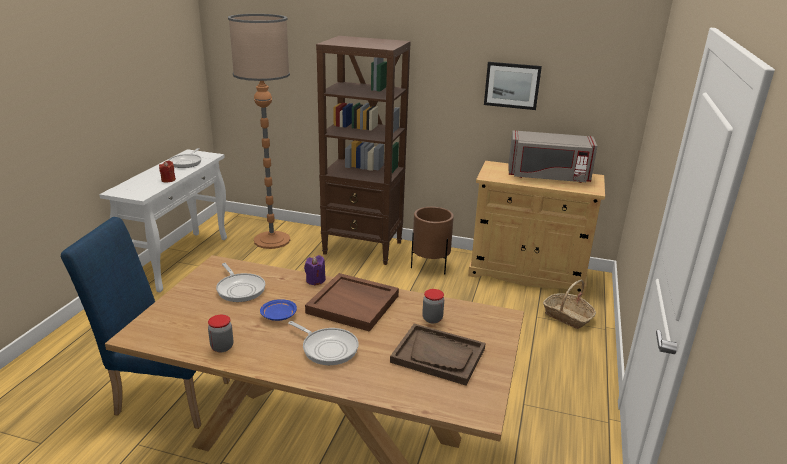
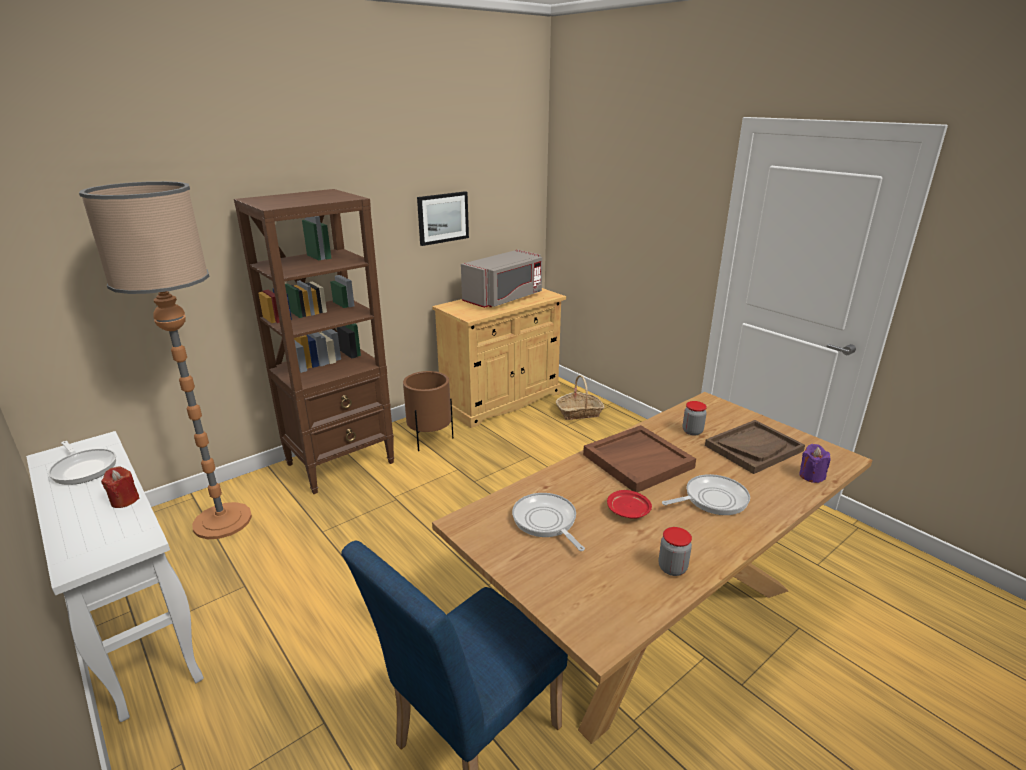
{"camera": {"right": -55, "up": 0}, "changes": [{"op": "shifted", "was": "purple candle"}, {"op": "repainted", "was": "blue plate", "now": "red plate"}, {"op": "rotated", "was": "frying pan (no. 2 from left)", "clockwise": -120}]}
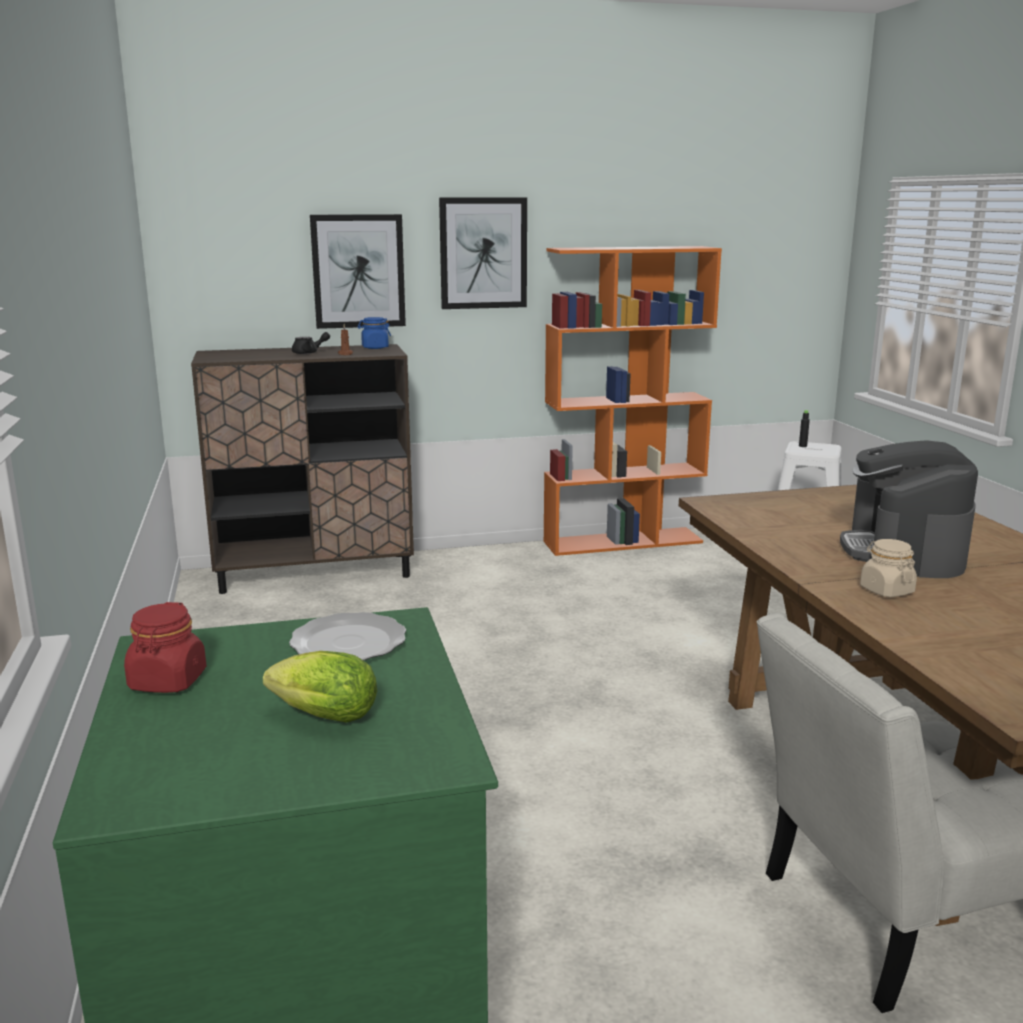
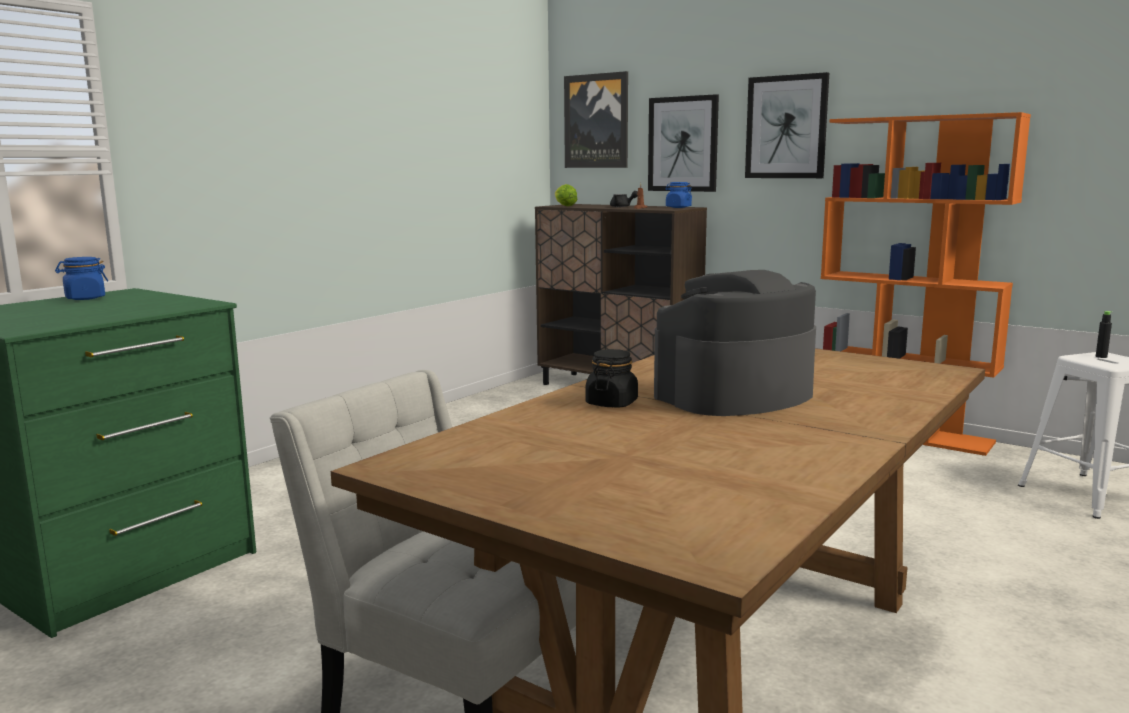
{"camera": {"right": 50, "up": -5}, "changes": [{"op": "gone", "was": "plate"}, {"op": "new", "now": "picture (no. 1 from left)"}, {"op": "shifted", "was": "lettuce"}, {"op": "repainted", "was": "red jar", "now": "blue jar (no. 1 from left)"}, {"op": "repainted", "was": "beige jar", "now": "black jar"}]}
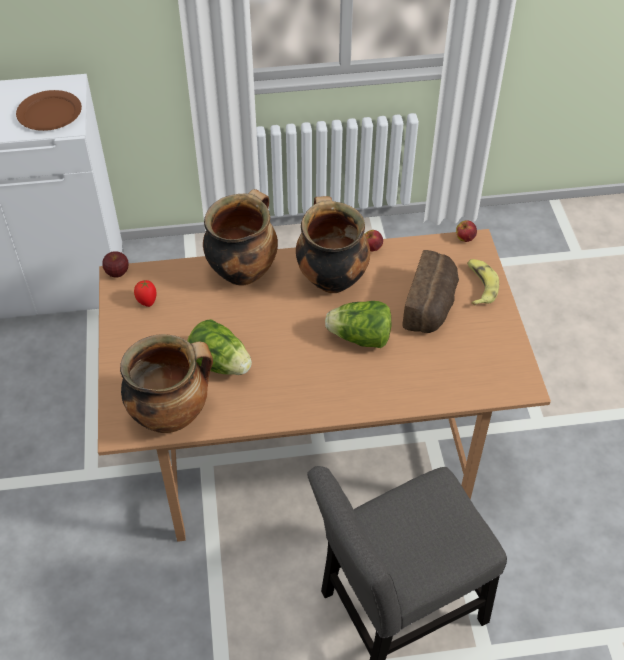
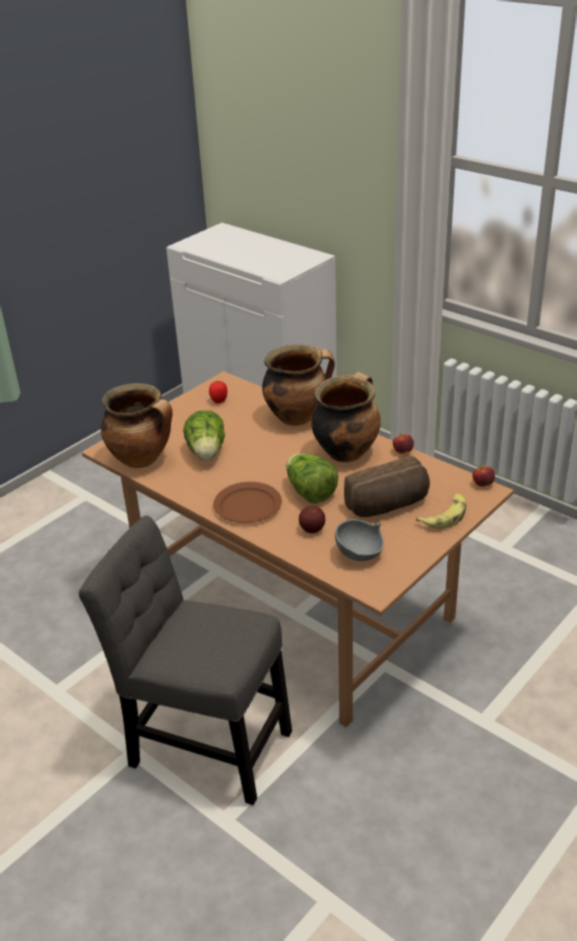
{"camera": {"right": 50, "up": -15}, "changes": [{"op": "new", "now": "grey bowl"}, {"op": "shifted", "was": "brown plate"}, {"op": "shifted", "was": "apple (no. 1 from left)"}]}
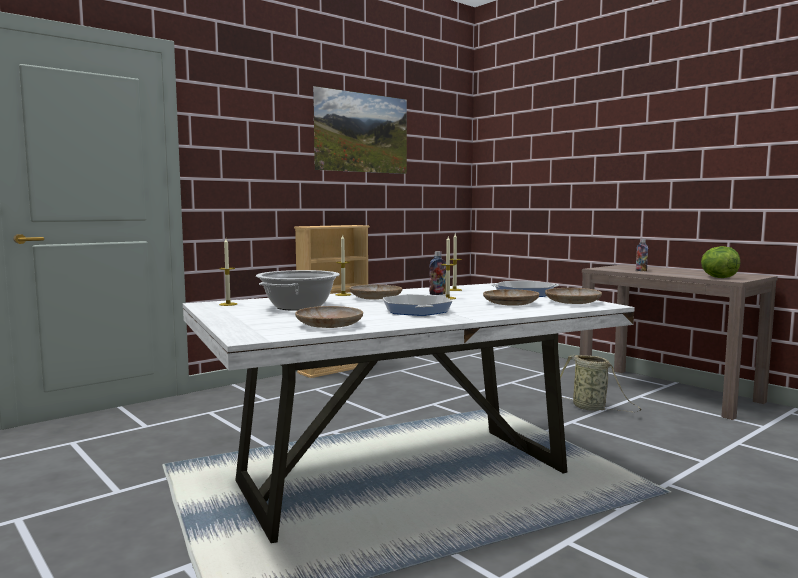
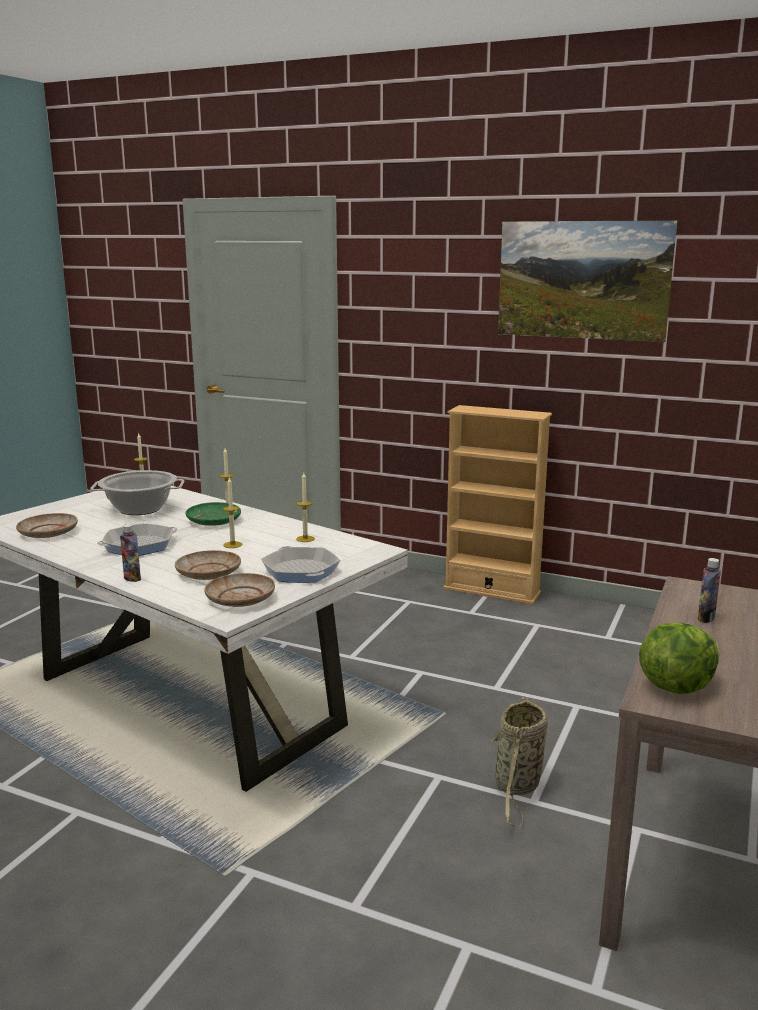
{"camera": {"right": 65, "up": 10}, "changes": [{"op": "shifted", "was": "bottle (no. 1 from left)"}, {"op": "repainted", "was": "beige plate (no. 2 from left)", "now": "green plate"}]}
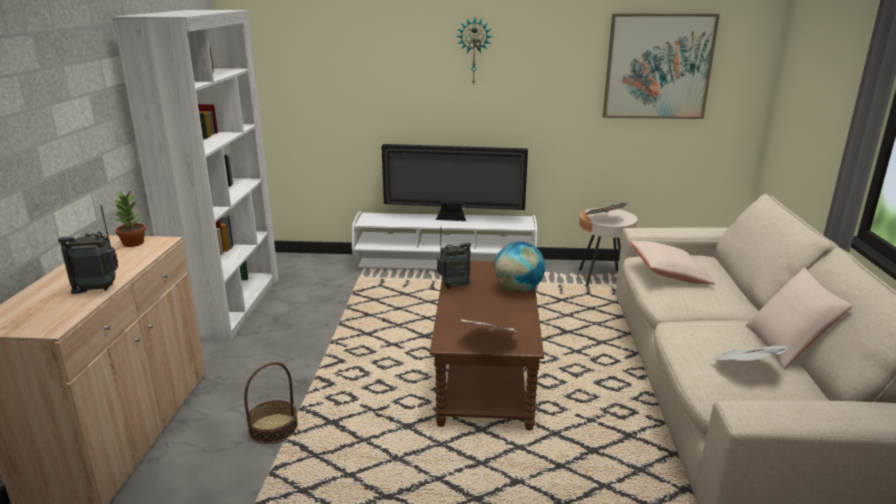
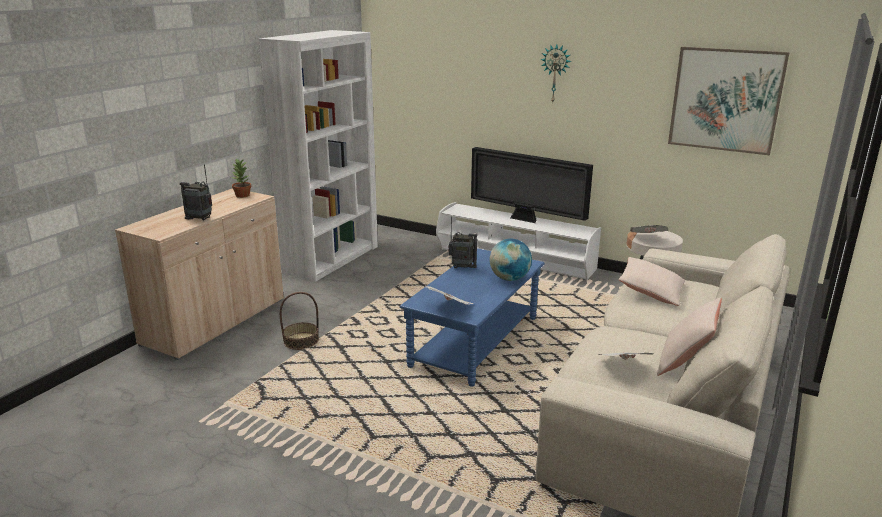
{"camera": {"right": 25, "up": 0}, "changes": [{"op": "repainted", "was": "brown coffee table", "now": "blue coffee table"}]}
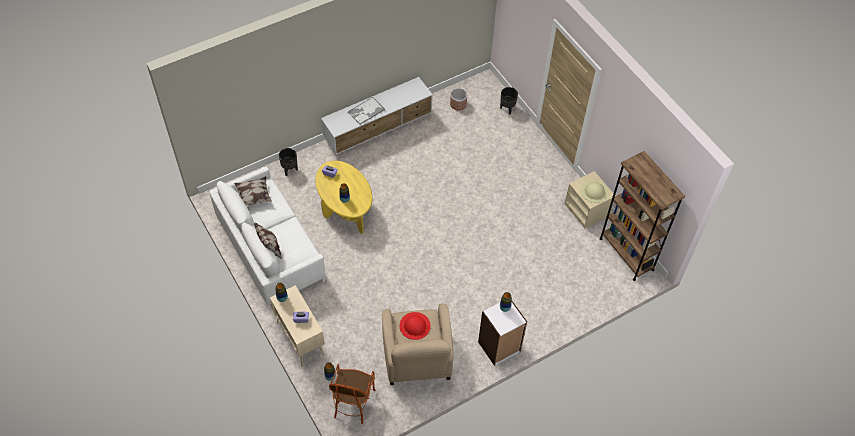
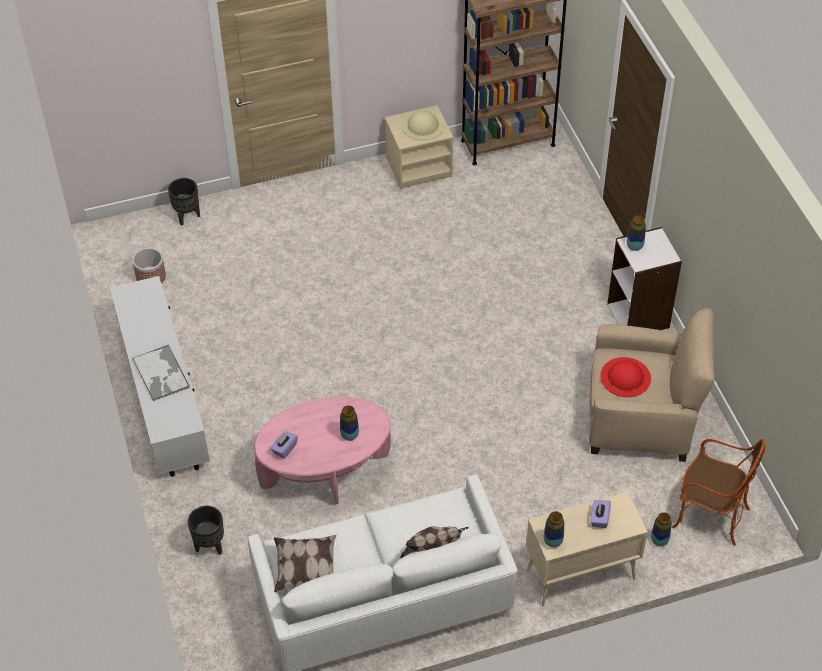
{"camera": {"right": -75, "up": -5}, "changes": [{"op": "repainted", "was": "yellow coffee table", "now": "pink coffee table"}]}
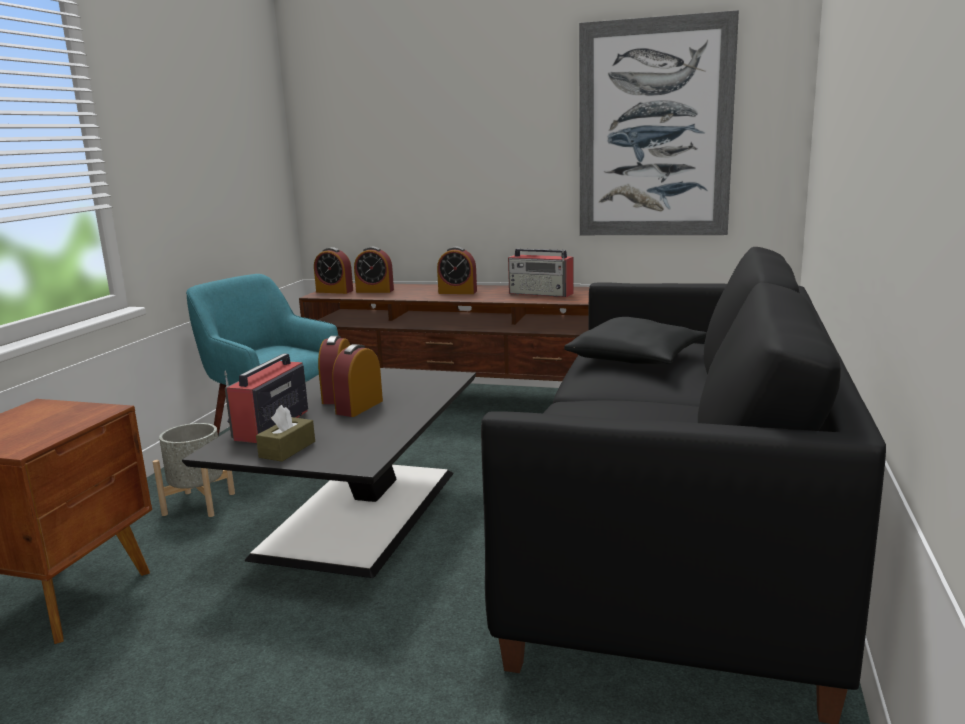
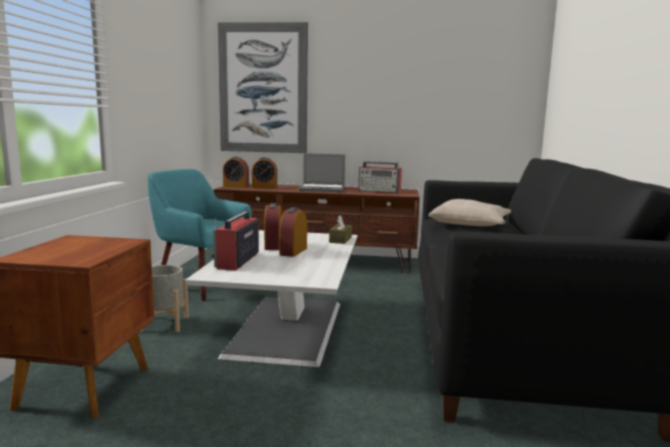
{"camera": {"right": -10, "up": -5}, "changes": [{"op": "shifted", "was": "brown tissue box"}, {"op": "shifted", "was": "picture"}, {"op": "swapped", "was": "alarm clock (no. 5 from left)", "now": "laptop"}, {"op": "repainted", "was": "black coffee table", "now": "white coffee table"}, {"op": "repainted", "was": "black pillow", "now": "beige pillow"}]}
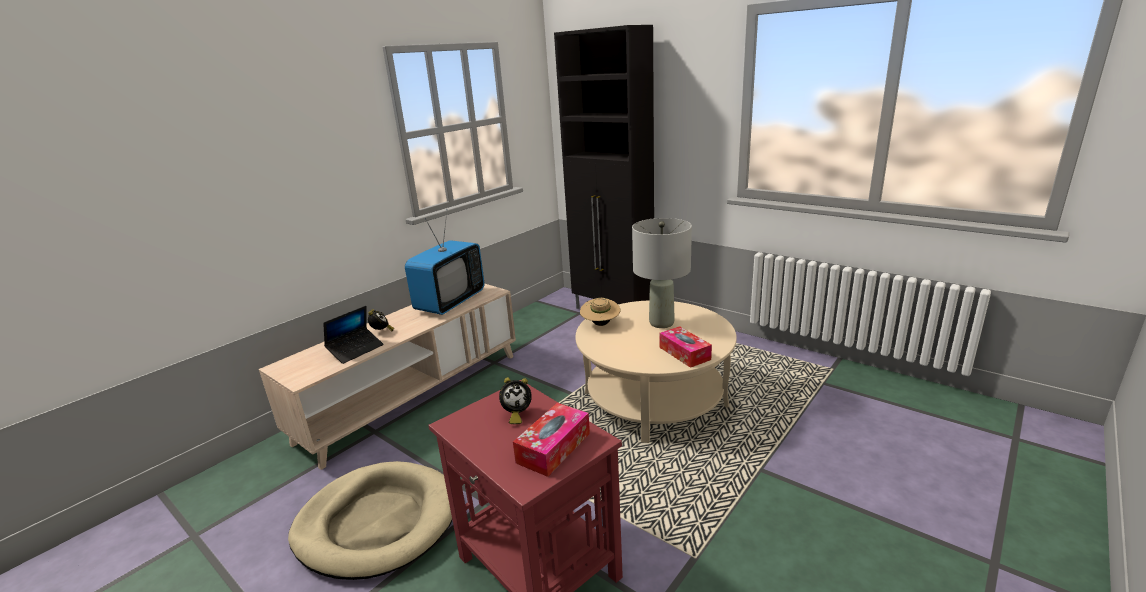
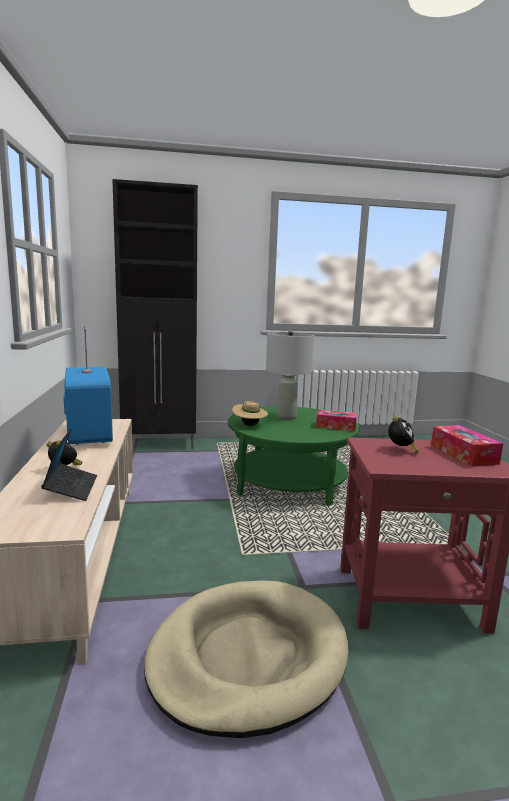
{"camera": {"right": -50, "up": -10}, "changes": [{"op": "repainted", "was": "beige coffee table", "now": "green coffee table"}]}
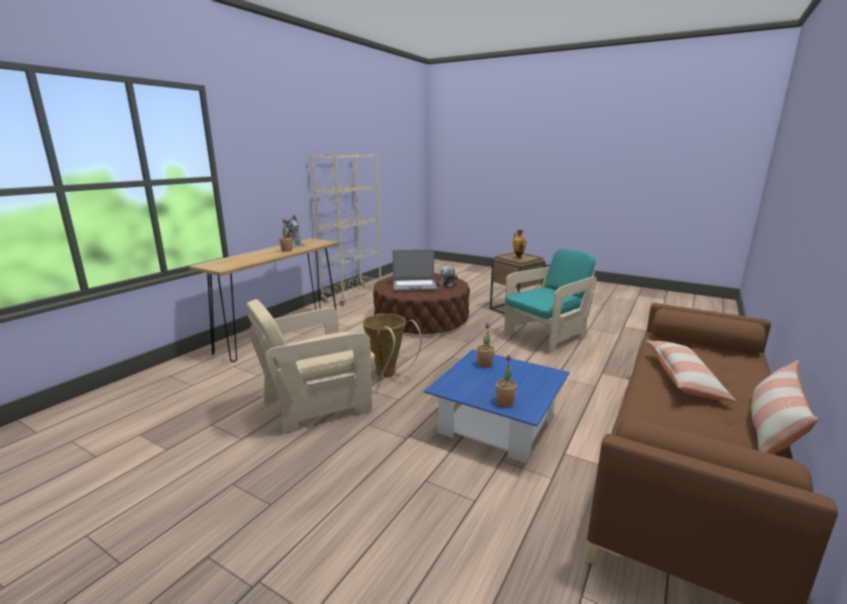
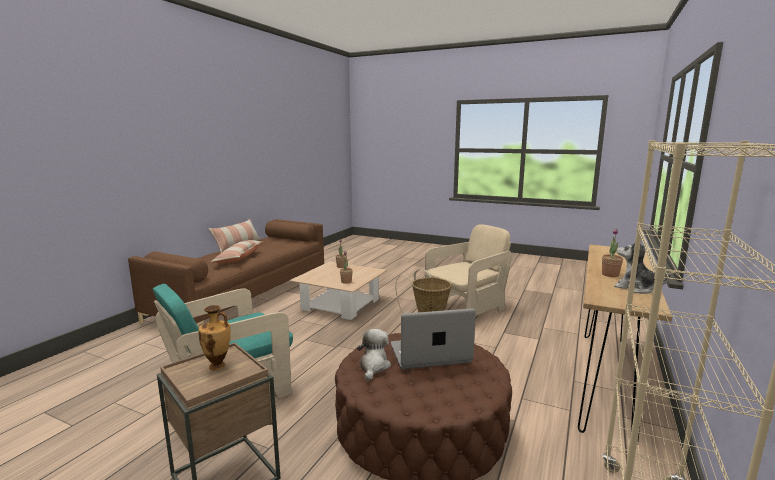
{"camera": {"right": 175, "up": -5}, "changes": [{"op": "repainted", "was": "blue coffee table", "now": "beige coffee table"}]}
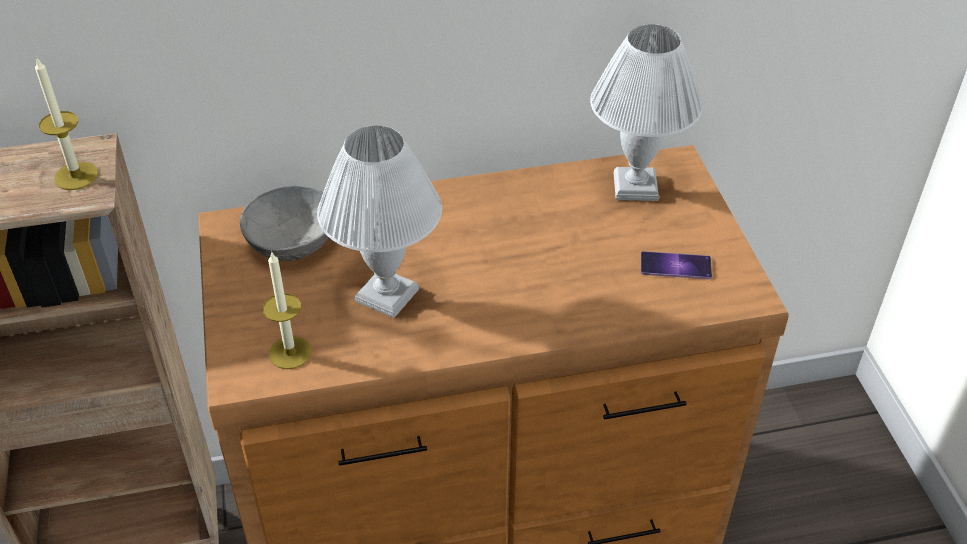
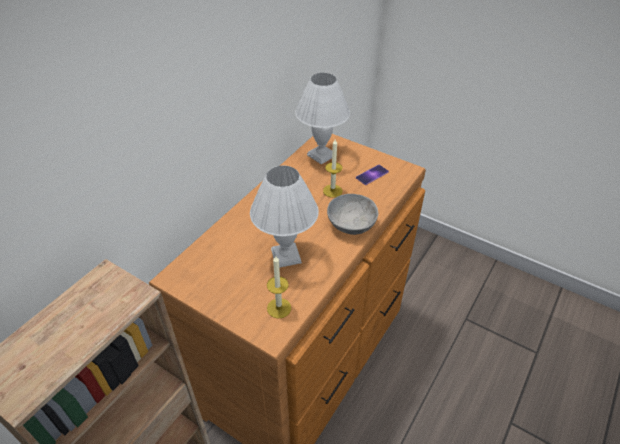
{"camera": {"right": -45, "up": 0}, "changes": [{"op": "shifted", "was": "candle (no. 1 from left in the first image)", "now": "candle (no. 2 from left)"}, {"op": "shifted", "was": "grey bowl"}]}
